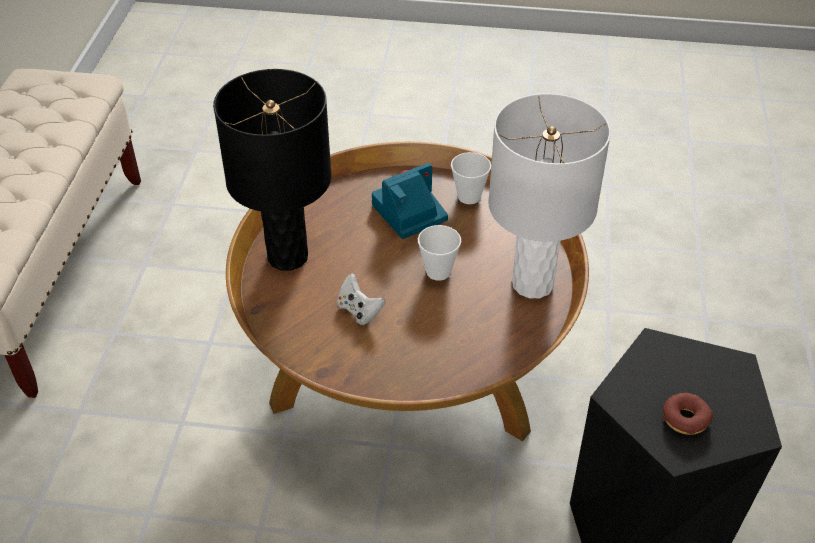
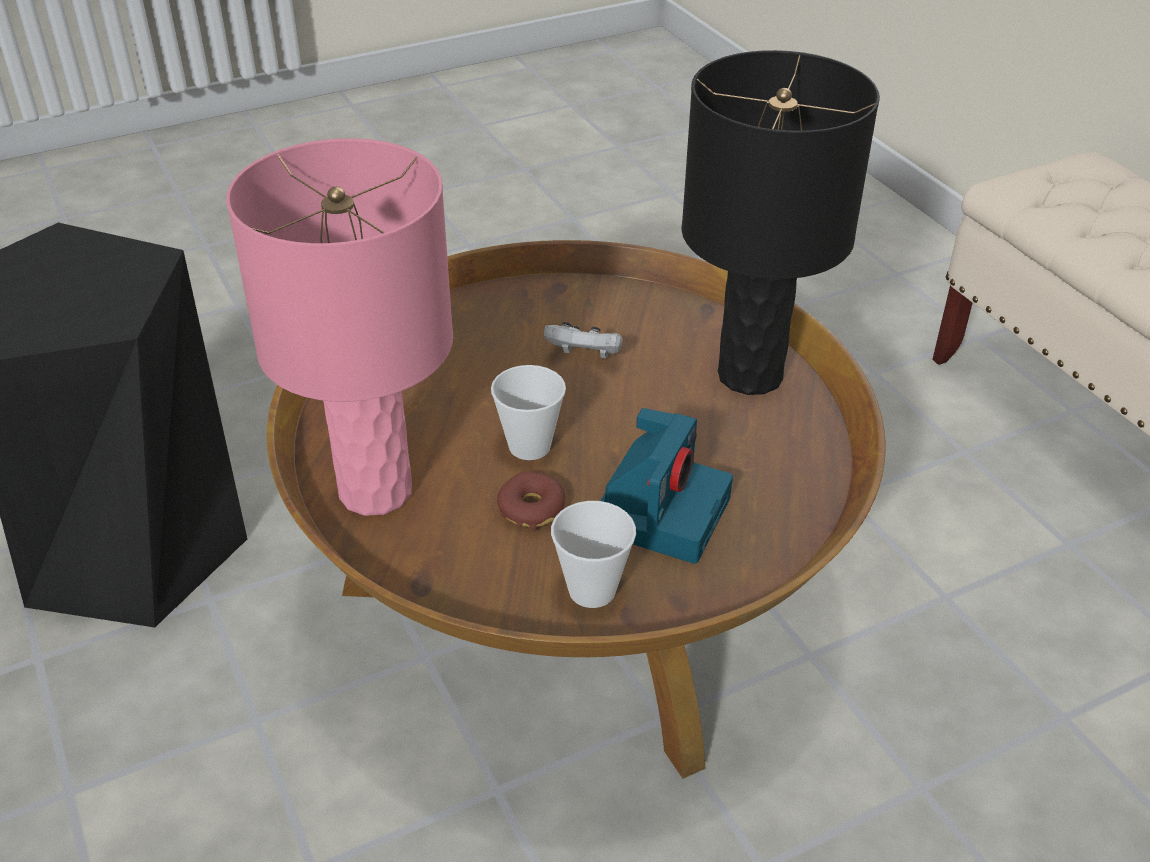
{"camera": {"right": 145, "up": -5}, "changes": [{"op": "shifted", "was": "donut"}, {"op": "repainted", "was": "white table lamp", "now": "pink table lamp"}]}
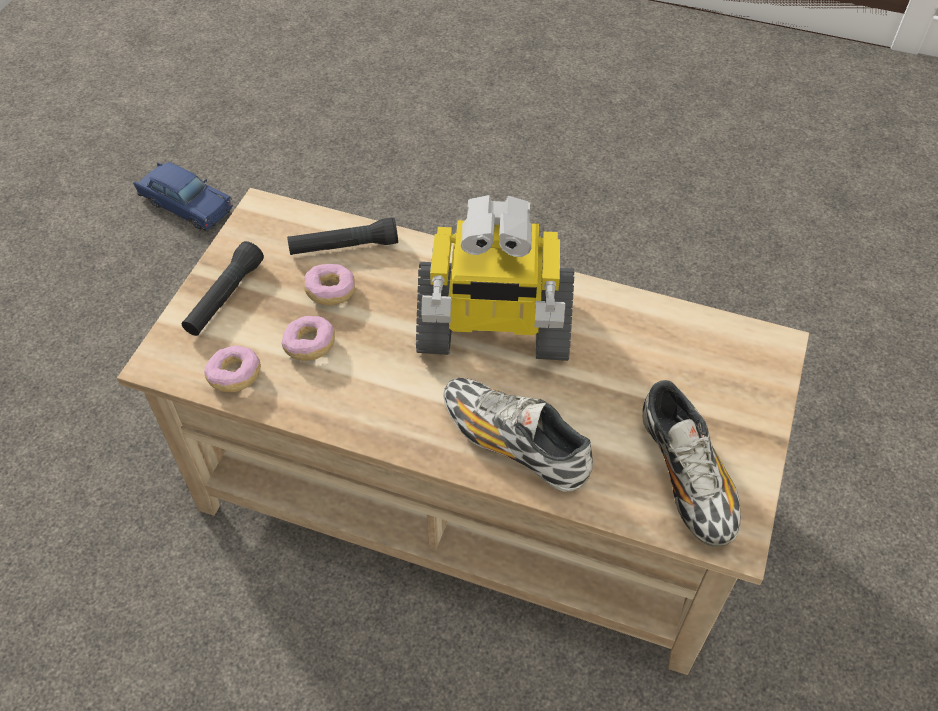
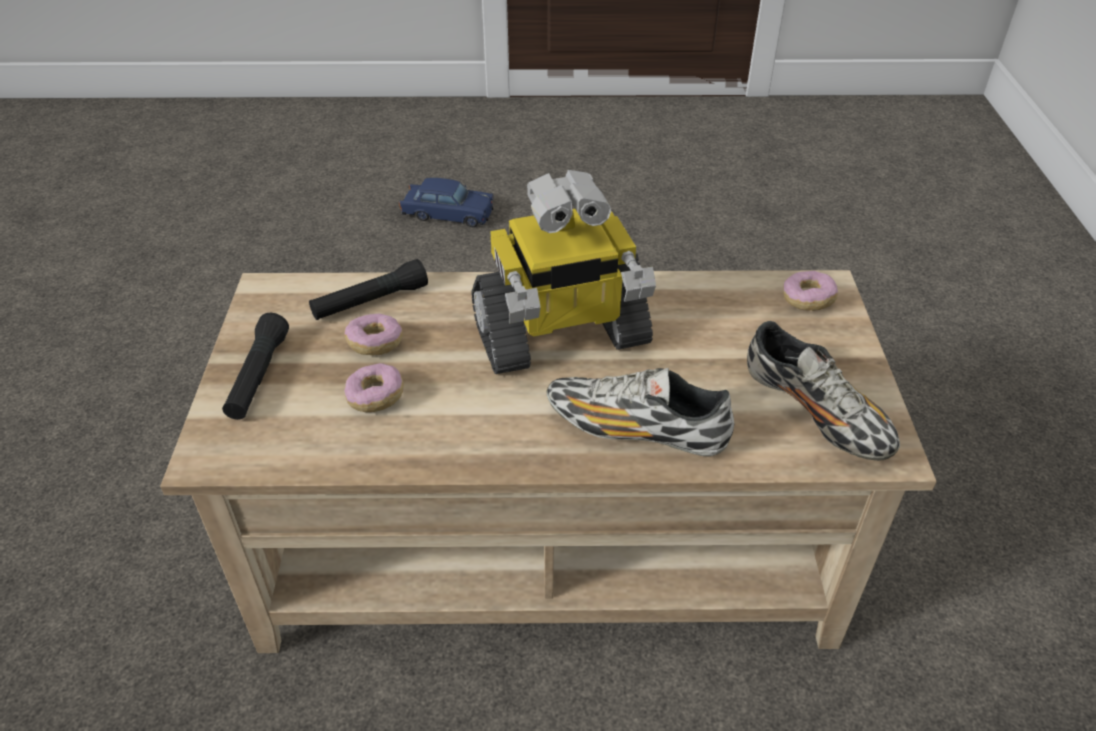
{"camera": {"right": -20, "up": -10}, "changes": [{"op": "shifted", "was": "blue toy car"}, {"op": "shifted", "was": "donut (no. 1 from left in the first image)", "now": "donut (no. 3 from left)"}]}
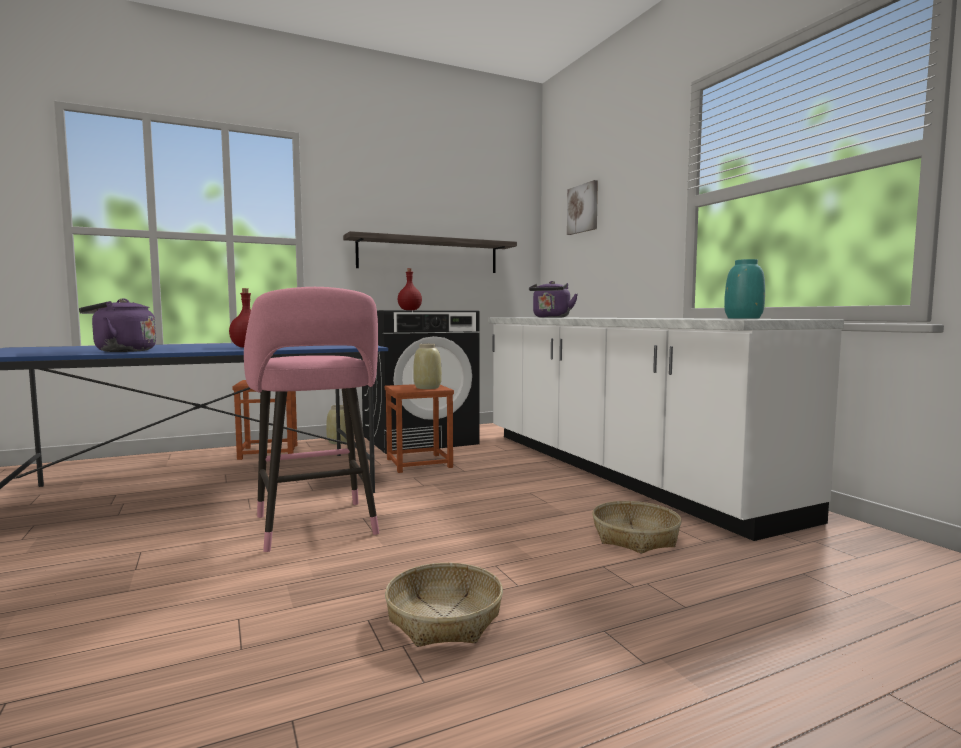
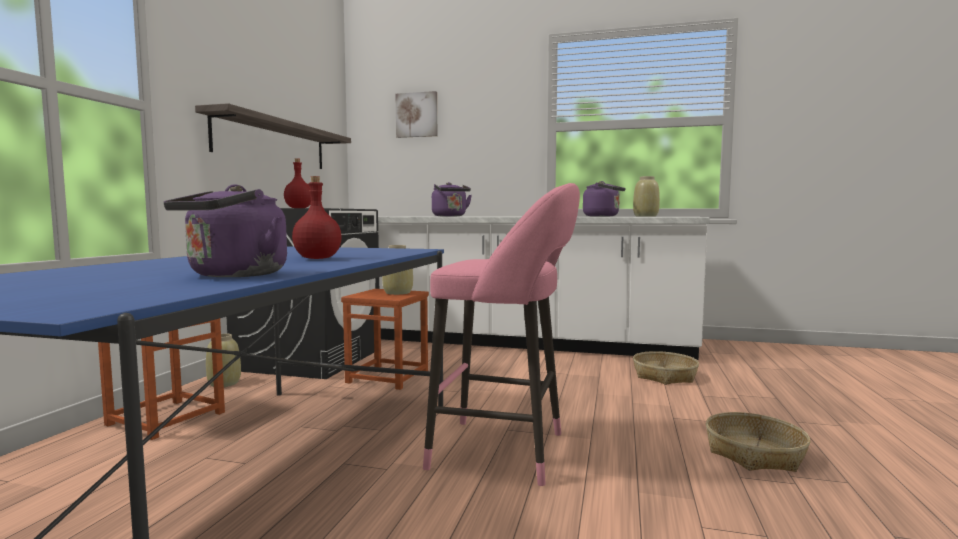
{"camera": {"right": -50, "up": 0}, "changes": [{"op": "new", "now": "purple kettle (no. 3 from left)"}, {"op": "repainted", "was": "turquoise vase", "now": "beige vase (no. 3 from left)"}]}
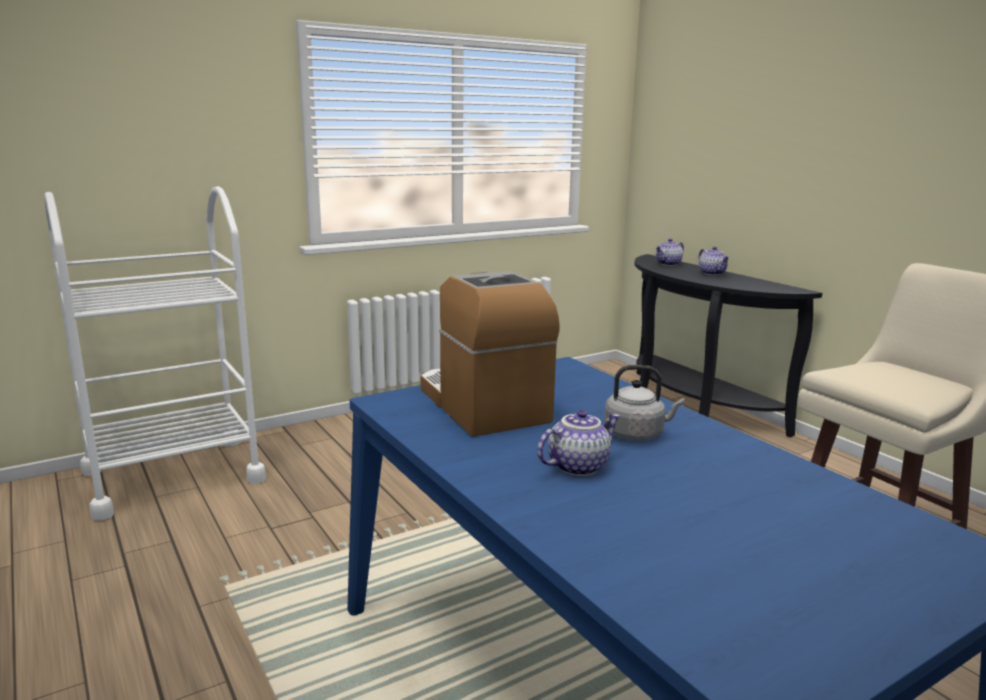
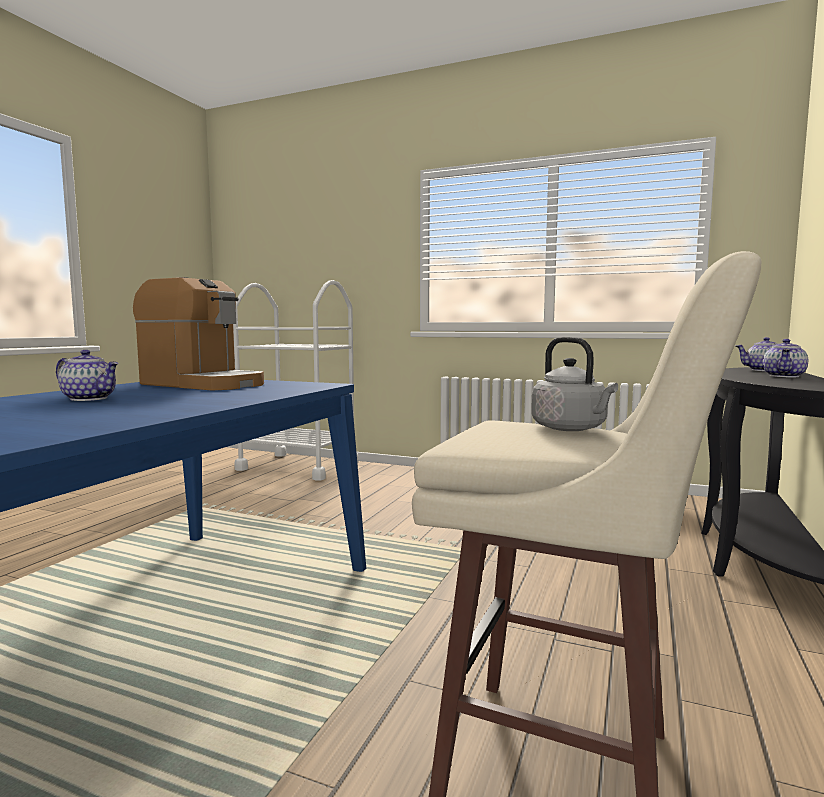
{"camera": {"right": 55, "up": -10}, "changes": [{"op": "shifted", "was": "grey kettle"}, {"op": "rotated", "was": "coffee machine", "clockwise": 90}]}
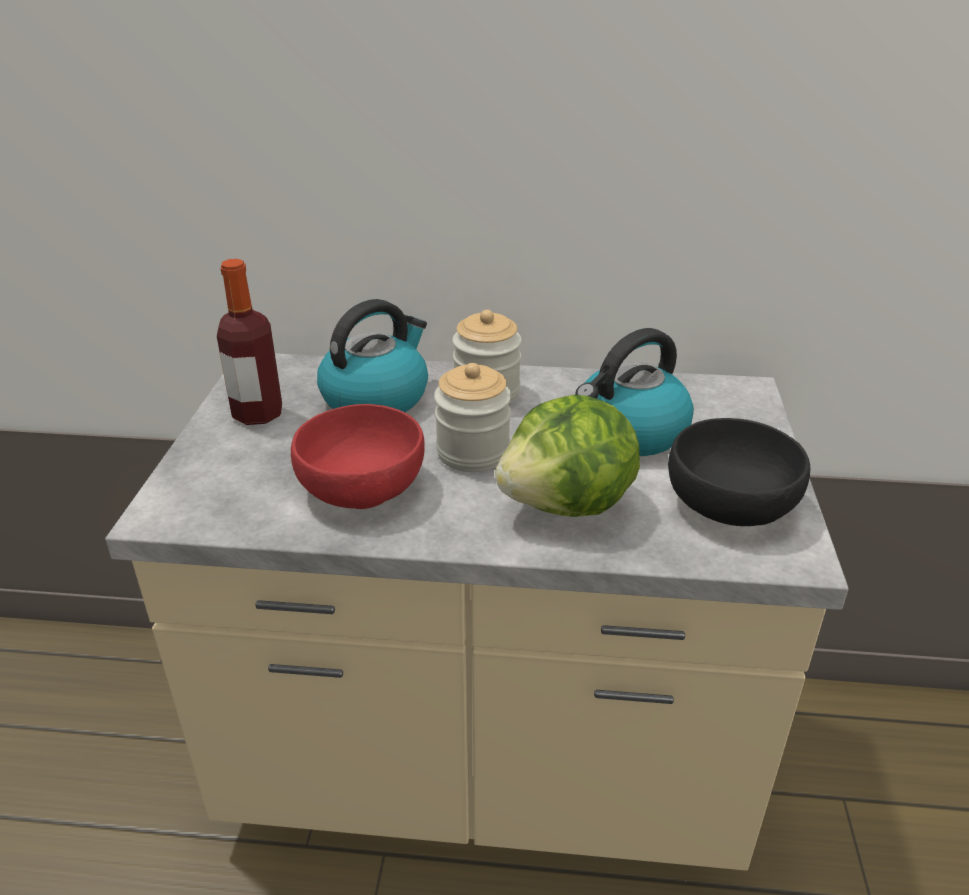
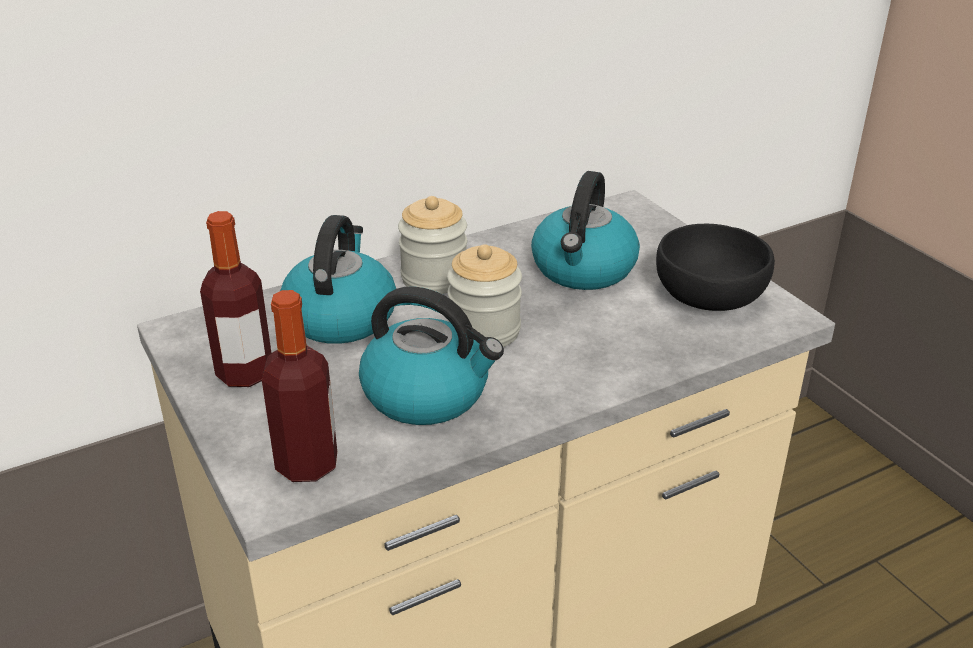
{"camera": {"right": -35, "up": 0}, "changes": [{"op": "gone", "was": "lettuce"}, {"op": "new", "now": "bottle (no. 2 from left)"}, {"op": "swapped", "was": "red bowl", "now": "kettle (no. 2 from left)"}]}
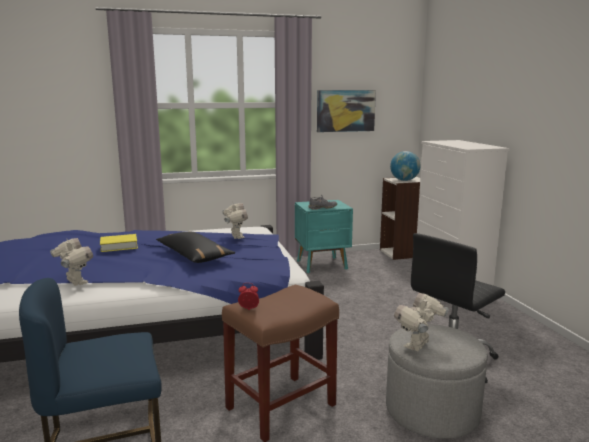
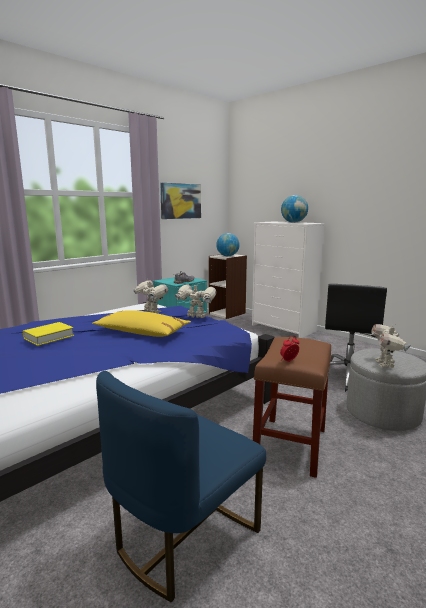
{"camera": {"right": -30, "up": 0}, "changes": [{"op": "new", "now": "globe (no. 2 from left)"}, {"op": "shifted", "was": "toy robot (no. 1 from left in the first image)", "now": "toy robot (no. 2 from left)"}, {"op": "repainted", "was": "black pillow", "now": "yellow pillow"}]}
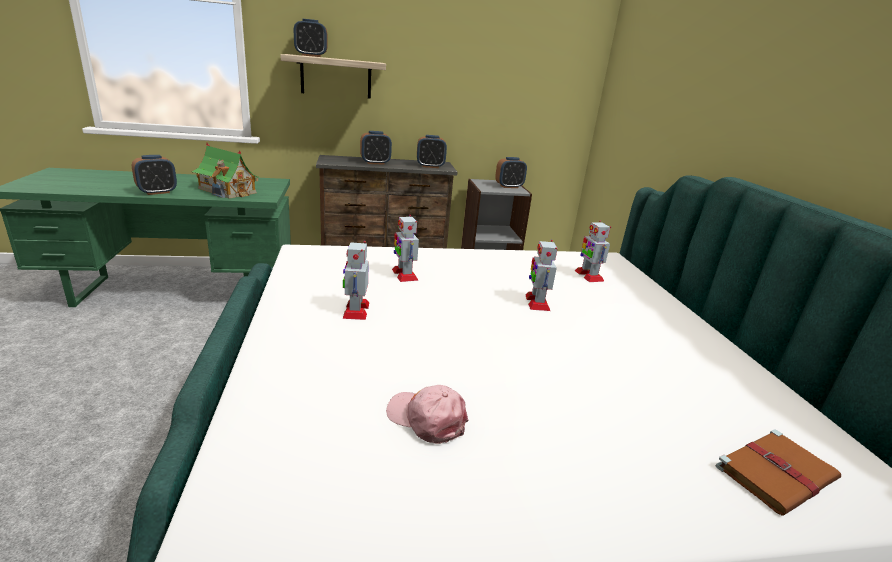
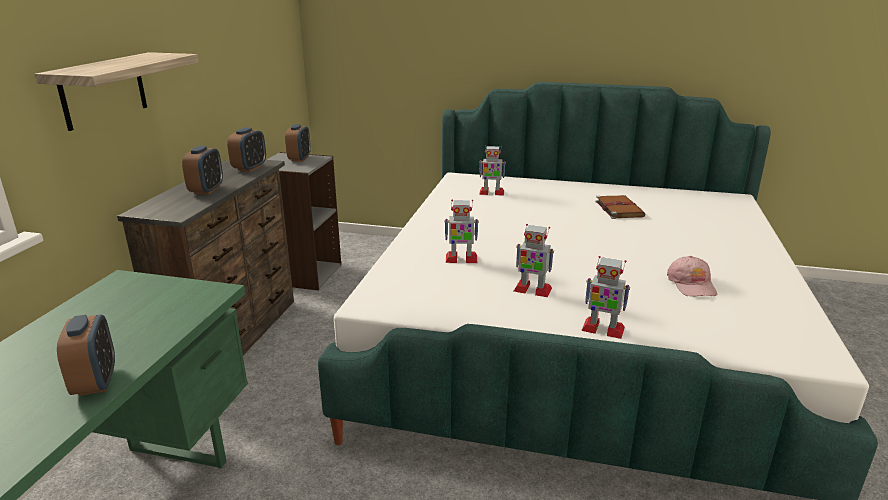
{"camera": {"right": -65, "up": 0}, "changes": [{"op": "gone", "was": "toy house"}, {"op": "gone", "was": "alarm clock (no. 2 from left)"}, {"op": "shifted", "was": "toy robot (no. 3 from left in the first image)", "now": "toy robot (no. 4 from left)"}, {"op": "shifted", "was": "brown book"}, {"op": "rotated", "was": "pink cap", "clockwise": -60}]}
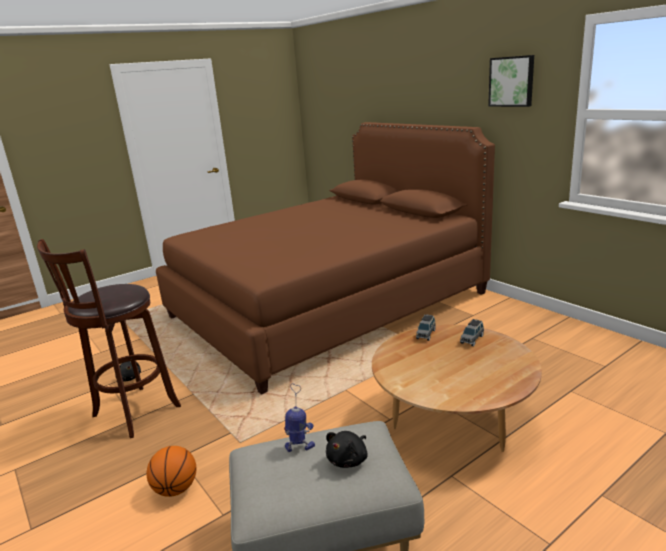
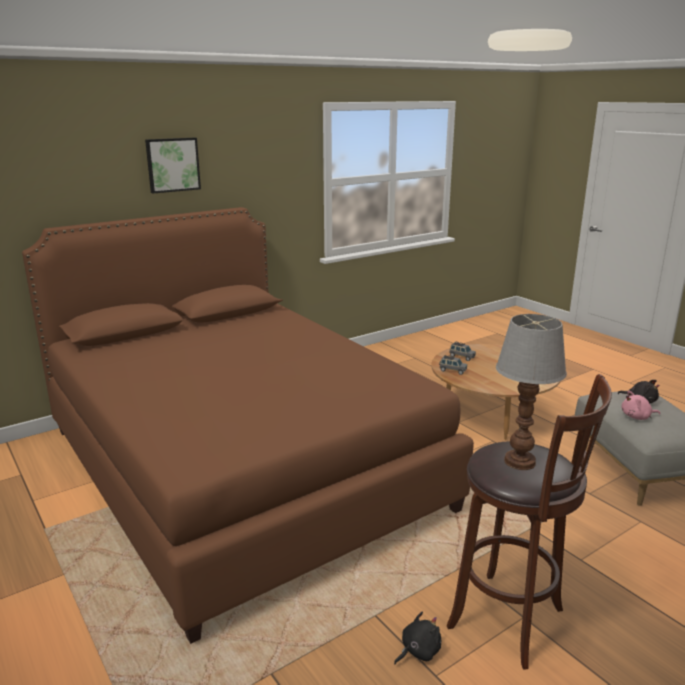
{"camera": {"right": -90, "up": 0}, "changes": [{"op": "gone", "was": "basketball"}, {"op": "new", "now": "table lamp"}, {"op": "shifted", "was": "picture"}, {"op": "swapped", "was": "toy robot", "now": "pink plush toy"}]}
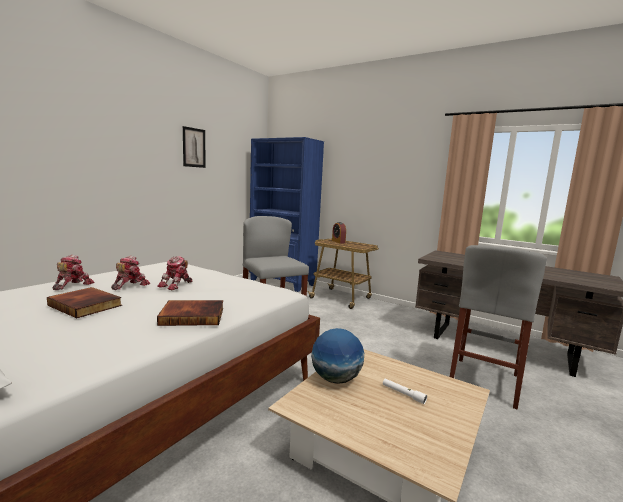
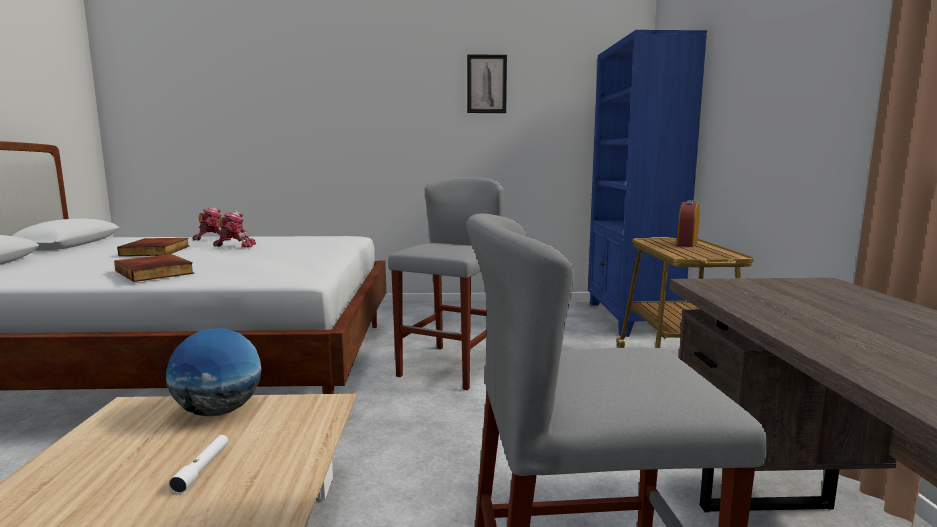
{"camera": {"right": 55, "up": 0}, "changes": [{"op": "gone", "was": "toy robot (no. 3 from left)"}]}
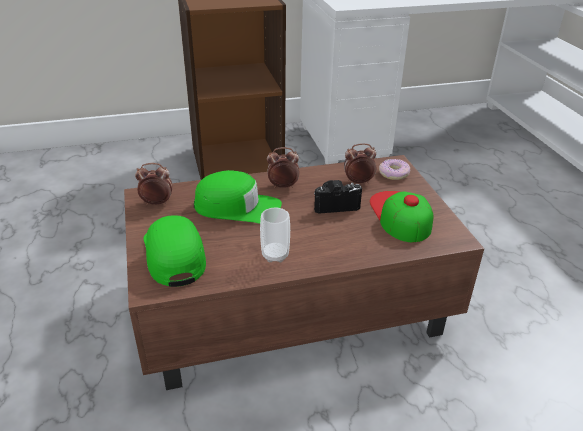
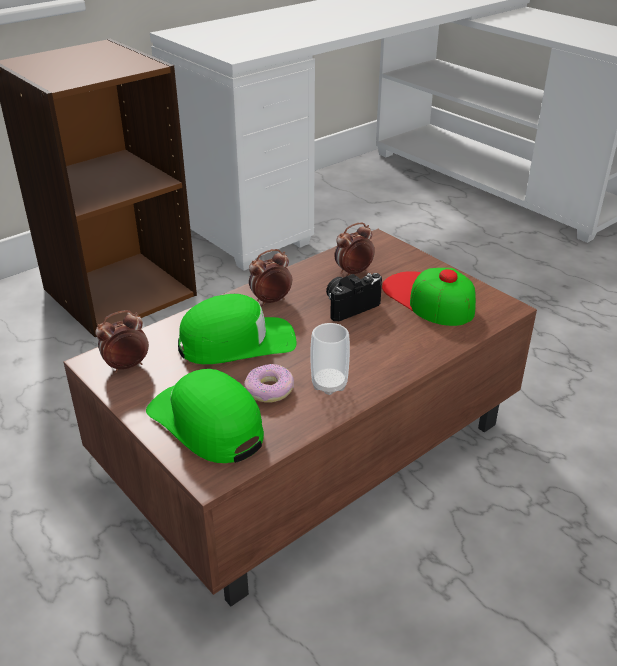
{"camera": {"right": -25, "up": 0}, "changes": [{"op": "shifted", "was": "donut"}]}
